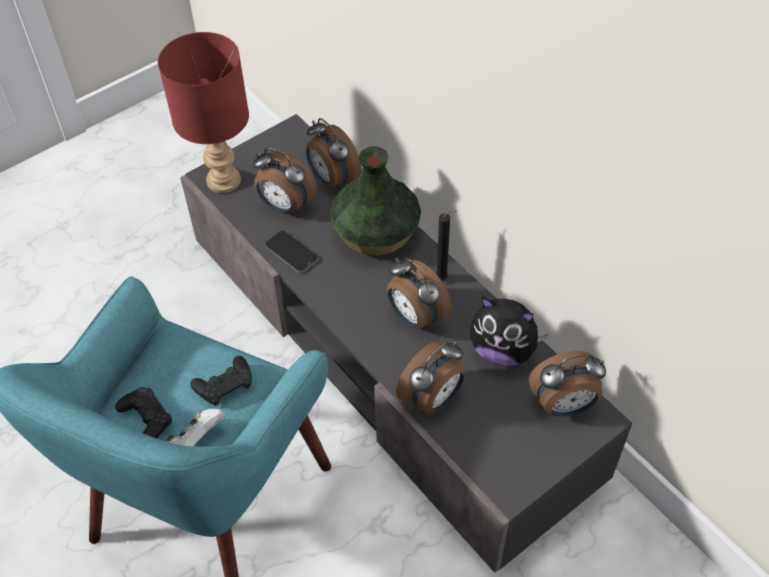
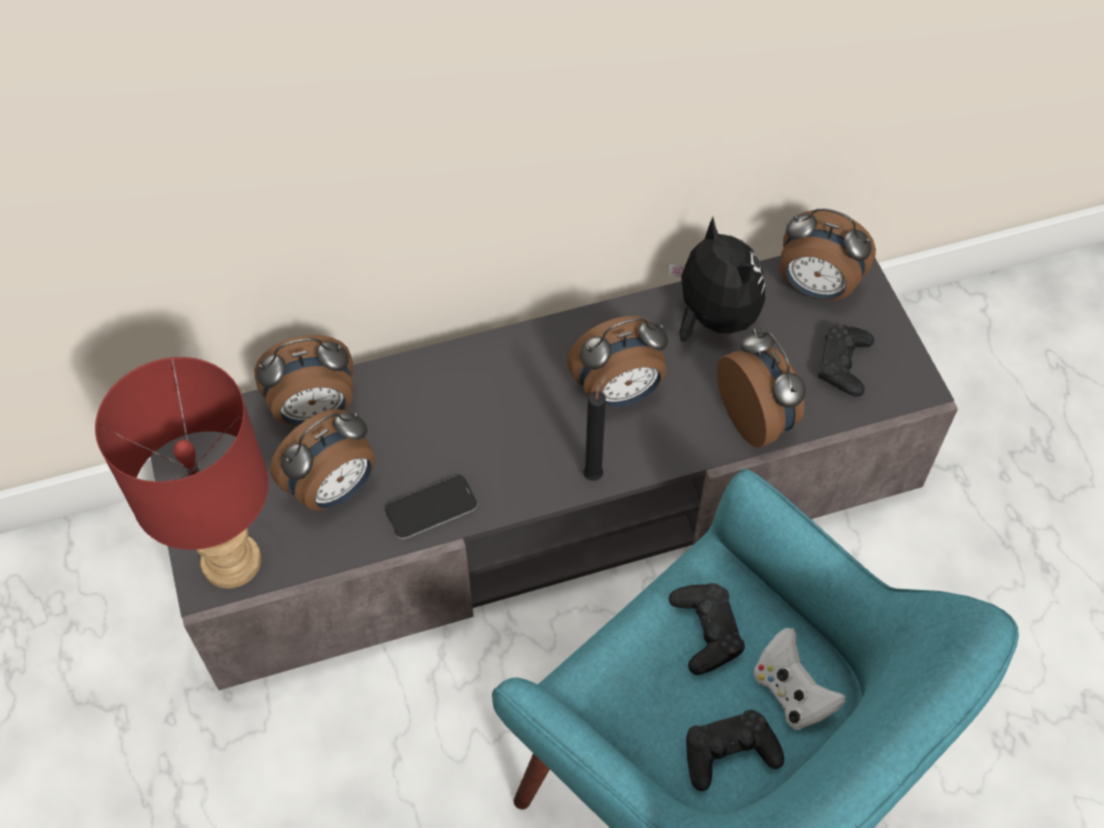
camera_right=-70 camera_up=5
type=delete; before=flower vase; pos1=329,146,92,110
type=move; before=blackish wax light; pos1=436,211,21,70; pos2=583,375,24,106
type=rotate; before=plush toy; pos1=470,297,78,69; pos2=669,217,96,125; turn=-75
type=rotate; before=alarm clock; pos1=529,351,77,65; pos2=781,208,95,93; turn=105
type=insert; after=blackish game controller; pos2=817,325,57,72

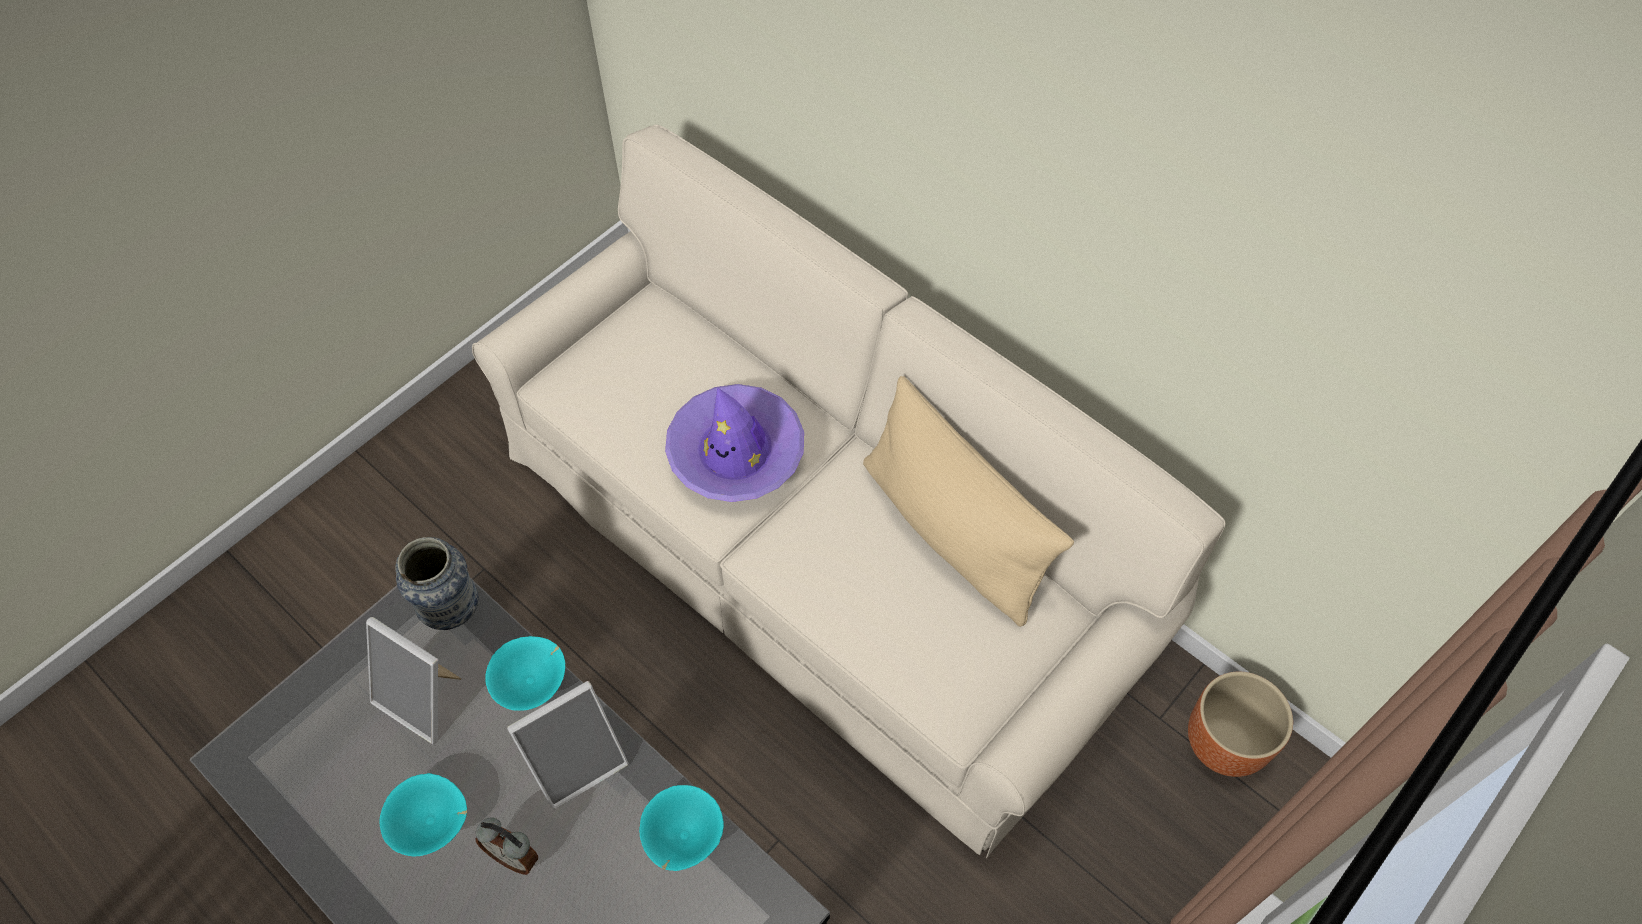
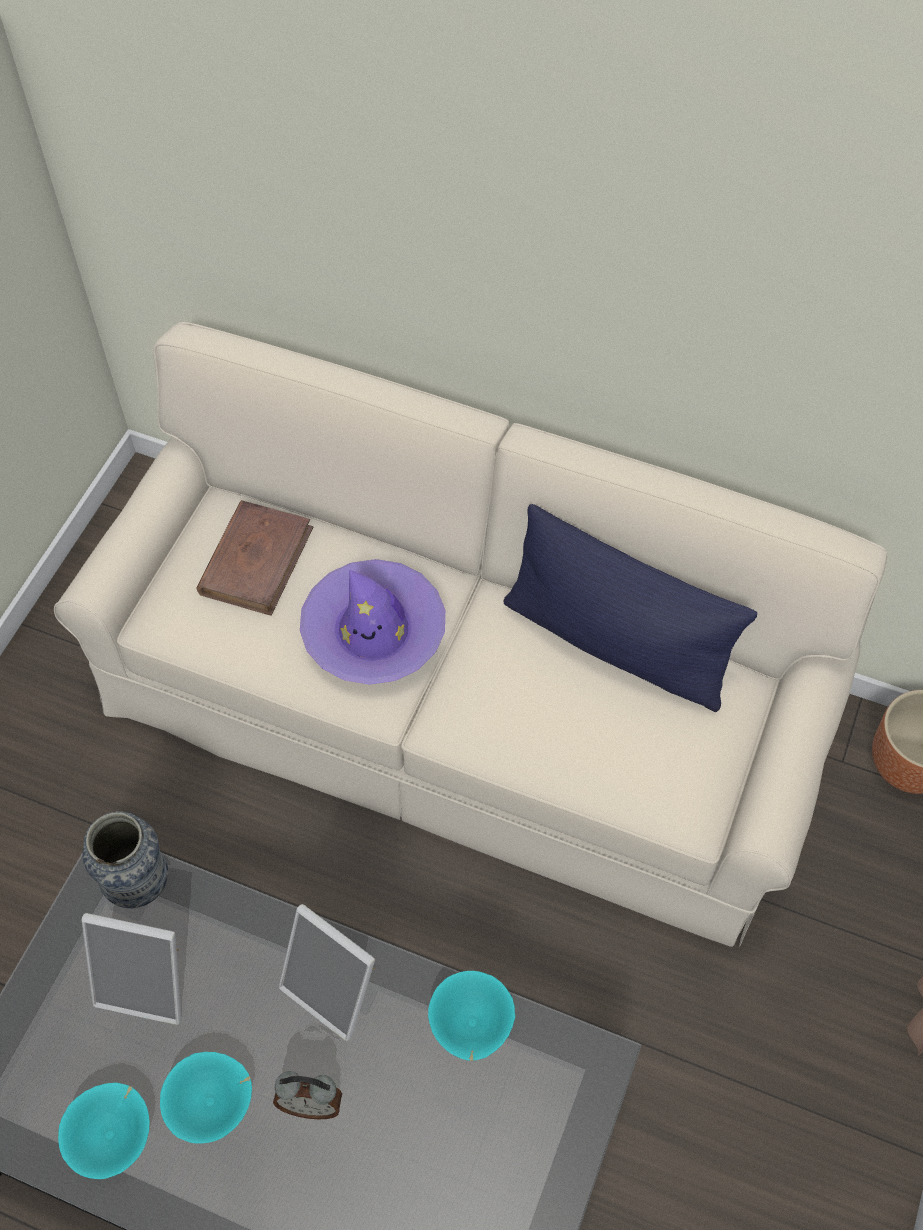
camera_right=-20 camera_up=0
type=move; before=turquoise-coloured deep dish; pos1=485,636,80,75; pos2=58,1083,92,96
type=rotate; before=photo frame; pos1=507,681,122,129; pos2=279,904,96,137; turn=90
type=recolor; before=beige pillow; after=bluish pillow; pos1=863,376,211,251; pos2=504,504,253,208
type=insert; after=brown-coloured bound book; pos2=196,500,117,116

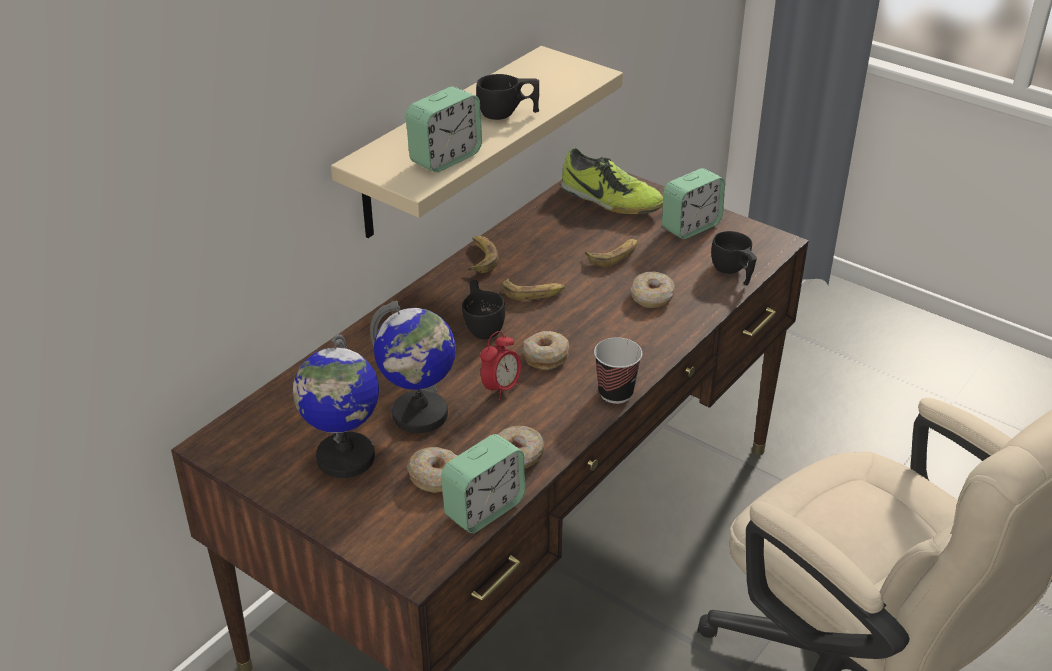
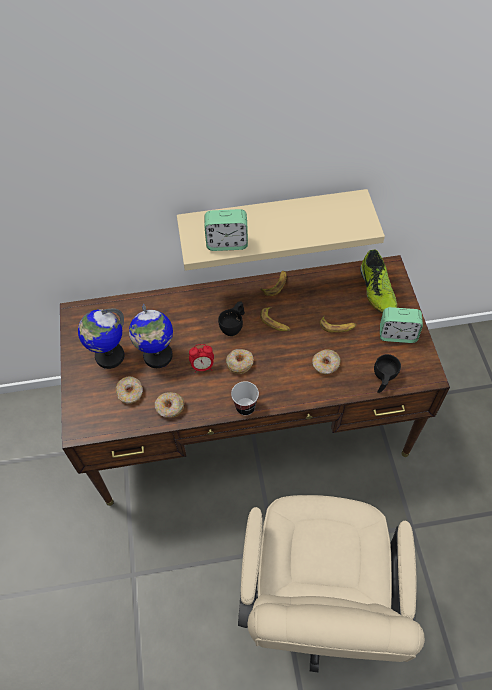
camera_right=45 camera_up=20
type=delete; before=alarm clock; pos1=441,434,84,99
type=delete; before=blackish cup; pos1=476,74,63,46

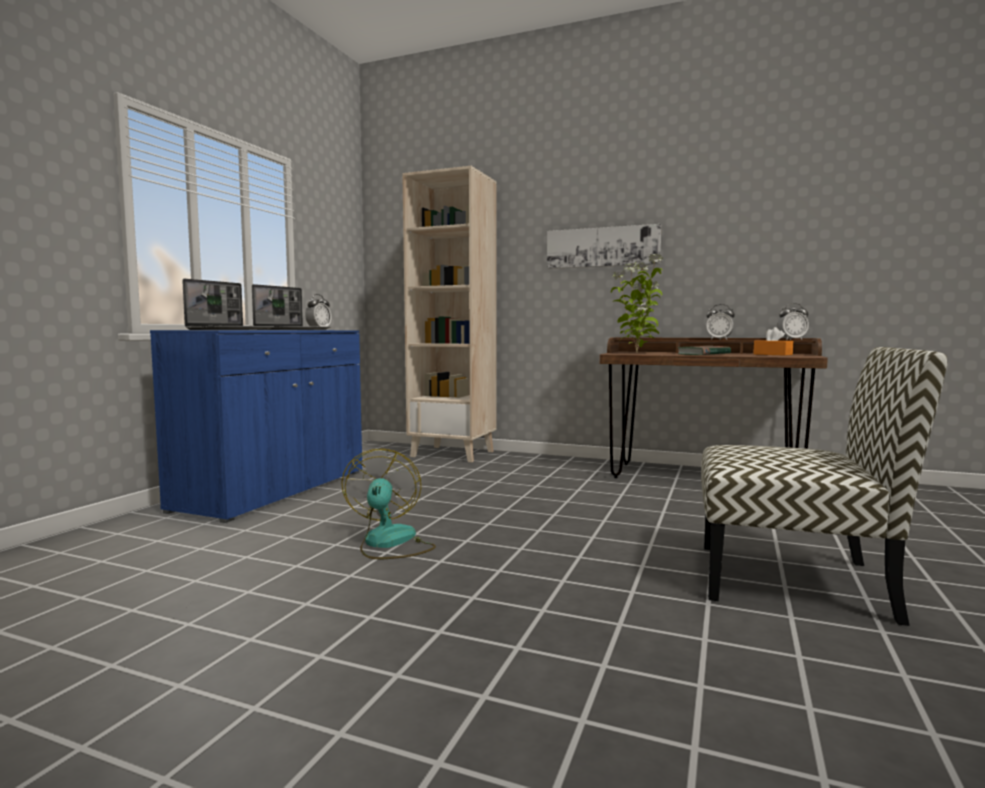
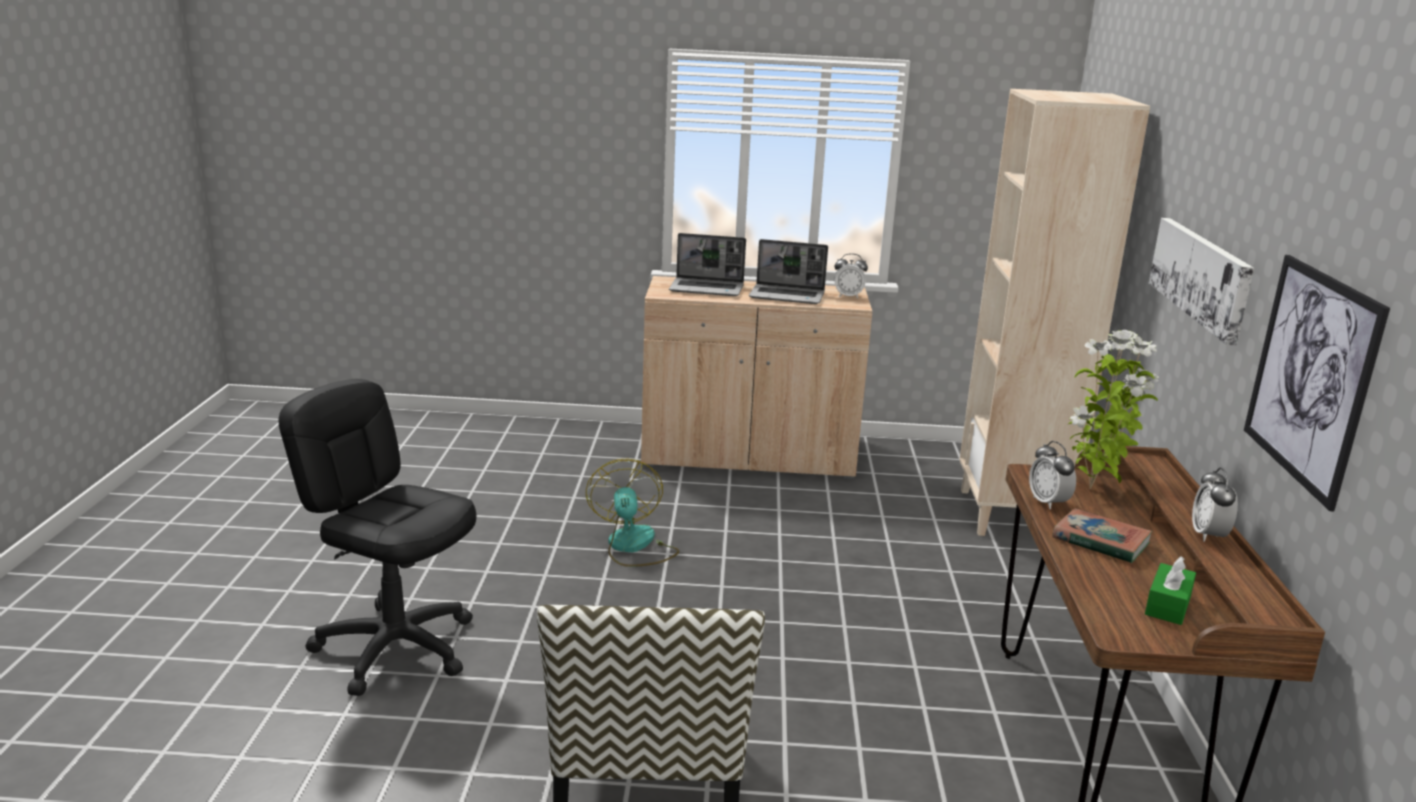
camera_right=70 camera_up=15
type=recolor; before=bluish cupboard; after=beige cupboard; pos1=150,330,212,193; pos2=641,276,231,203
type=rotate; before=electric fan; pos1=341,449,95,110; pos2=586,459,93,108; turn=-75
type=recolor; before=orange-coloured box of tissues; after=greenish box of tissues; pos1=753,327,40,29; pos2=1145,556,51,69
type=move; before=alarm clock; pos1=777,303,32,37; pos2=1029,441,47,69
type=insert; after=blackish office chair; pos2=278,379,198,317
type=insert; after=wall picture; pos2=1244,255,146,256

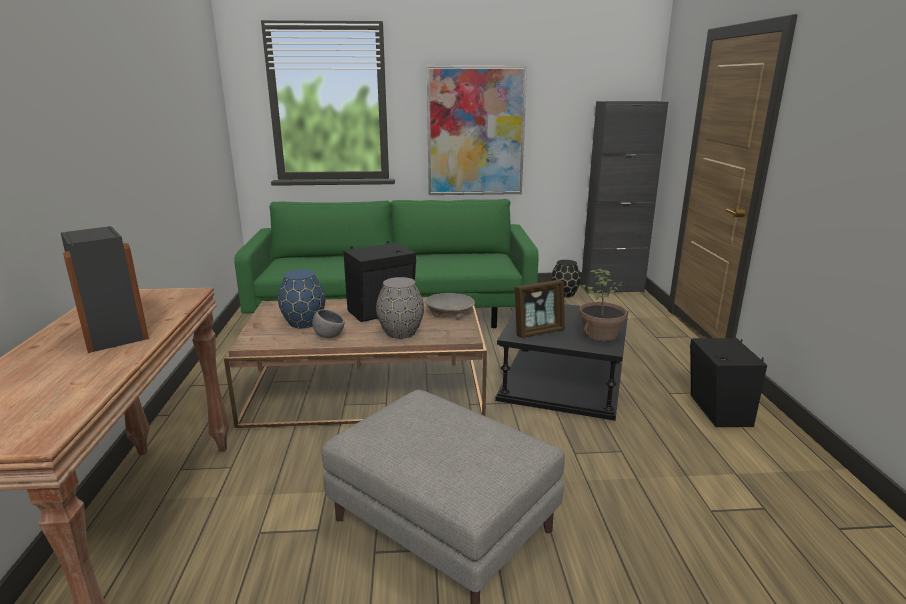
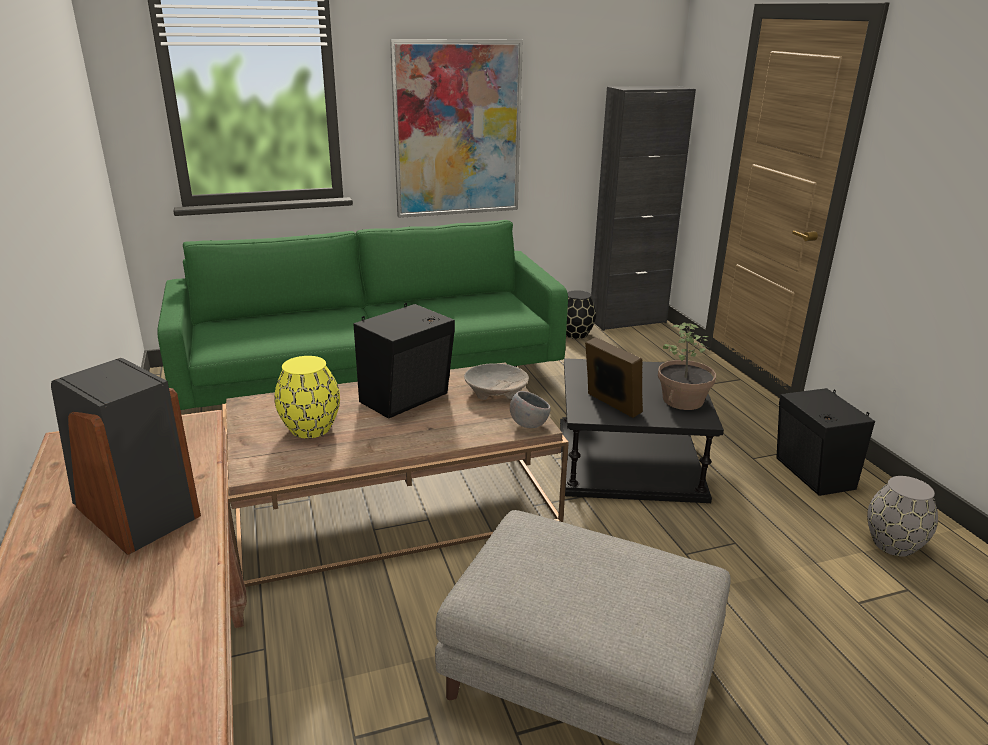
camera_right=-15 camera_up=5
type=recolor; before=bluish flower vase; after=yellowish flower vase; pos1=278,269,47,59; pos2=274,356,66,82
type=move; before=greyish deep dish; pos1=312,309,33,29; pos2=510,391,40,37
type=move; before=greyish flower vase; pos1=376,277,48,62; pos2=867,476,71,81
type=rotate; before=photo frame; pos1=515,280,50,58; pos2=585,337,58,81; turn=-90

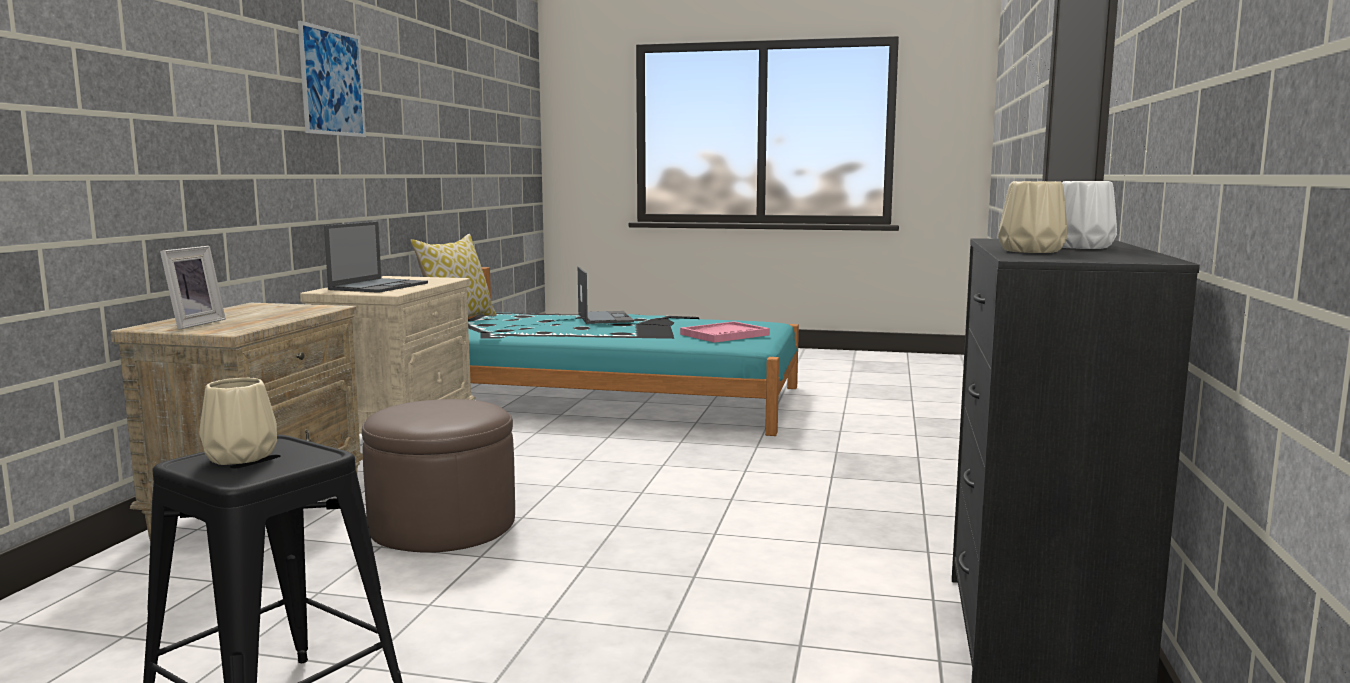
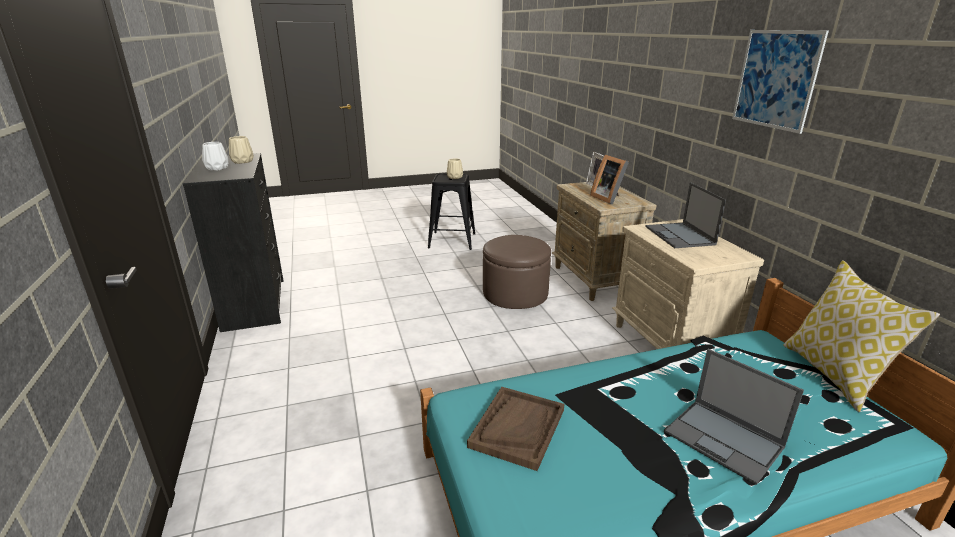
camera_right=150 camera_up=15
type=recolor; before=pink-coloured tray; after=brown-coloured tray; pos1=680,321,90,22; pos2=467,387,97,84
type=insert; after=photo frame; pos2=590,154,39,50

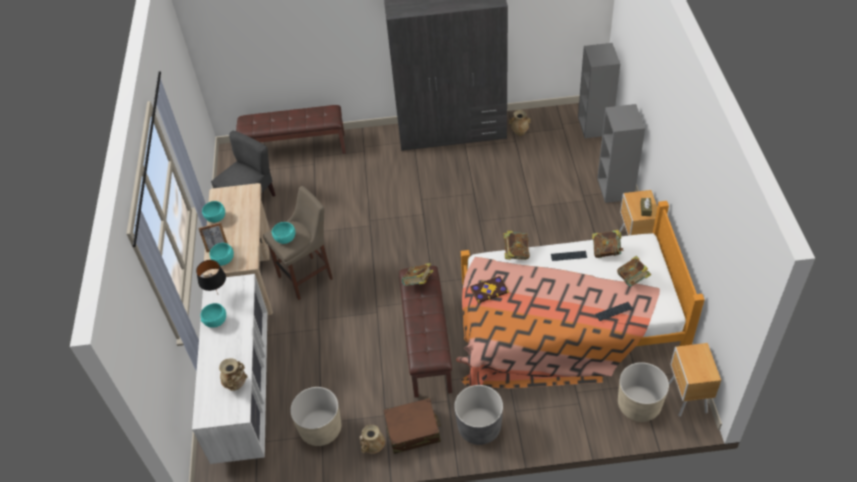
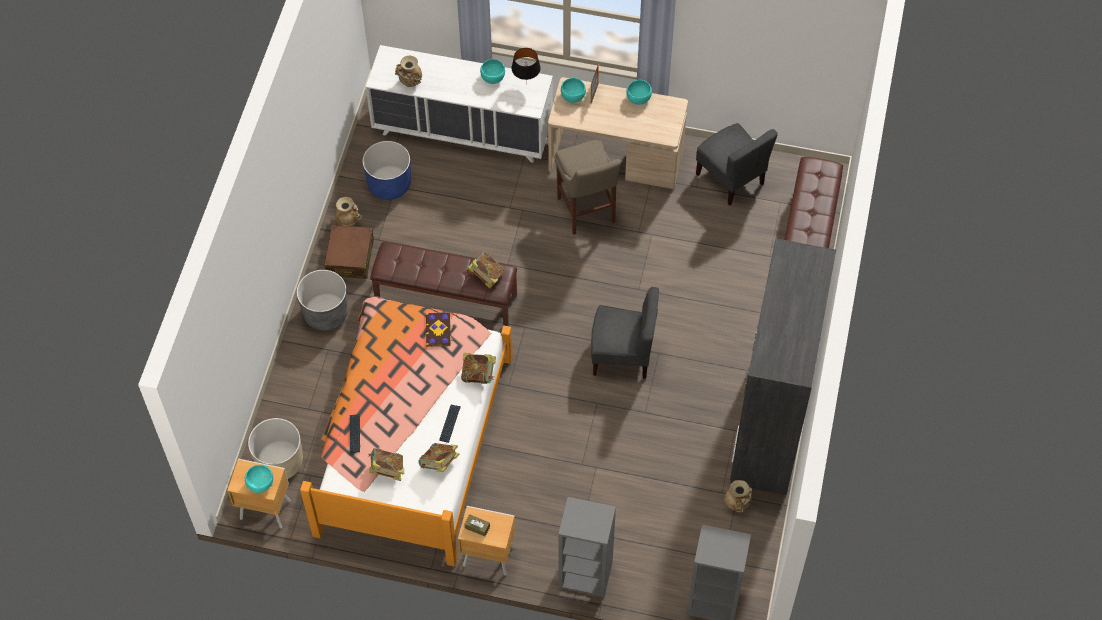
camera_right=105 camera_up=10
type=move; before=turquoise-coloured deep dish; pos1=271,222,24,22; pos2=245,465,28,28
type=recolor; before=beige planter; after=bluish planter; pos1=290,387,51,59; pos2=362,141,49,59
type=insert; after=greyish chair; pos2=591,287,68,91

